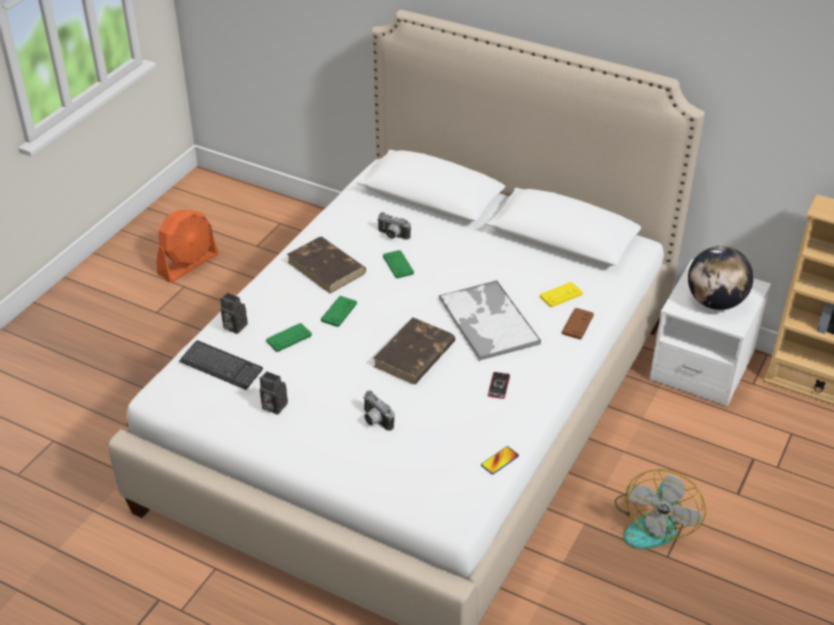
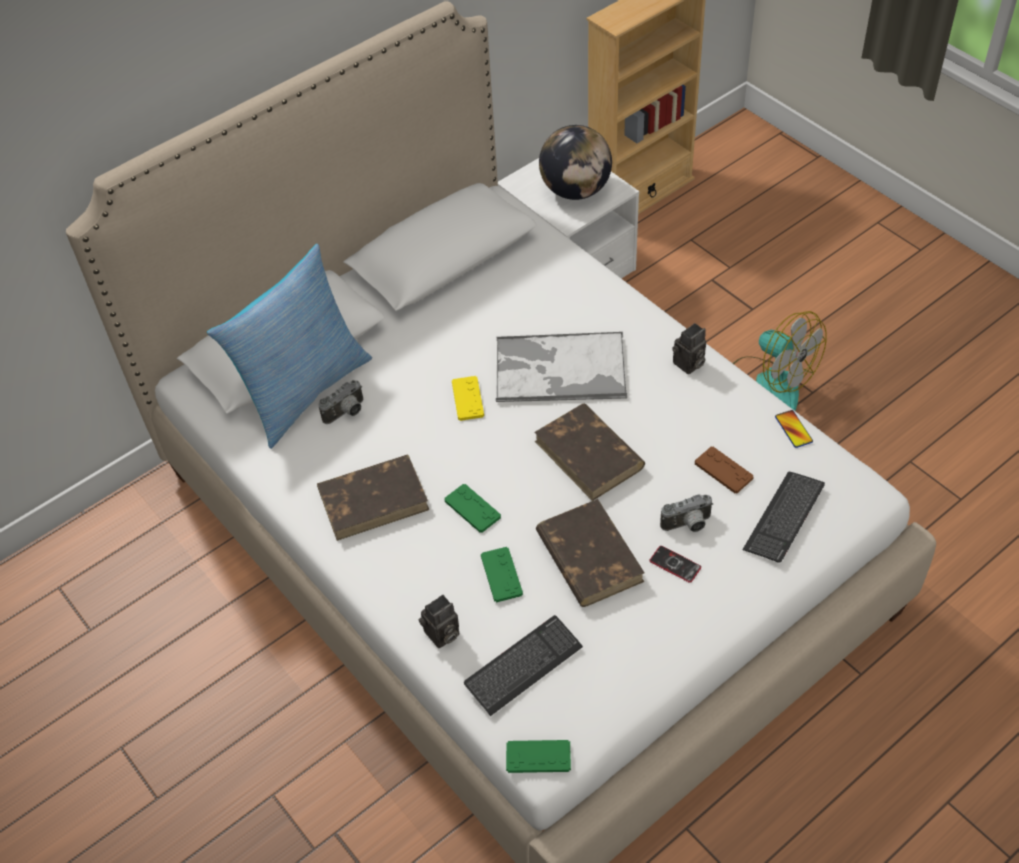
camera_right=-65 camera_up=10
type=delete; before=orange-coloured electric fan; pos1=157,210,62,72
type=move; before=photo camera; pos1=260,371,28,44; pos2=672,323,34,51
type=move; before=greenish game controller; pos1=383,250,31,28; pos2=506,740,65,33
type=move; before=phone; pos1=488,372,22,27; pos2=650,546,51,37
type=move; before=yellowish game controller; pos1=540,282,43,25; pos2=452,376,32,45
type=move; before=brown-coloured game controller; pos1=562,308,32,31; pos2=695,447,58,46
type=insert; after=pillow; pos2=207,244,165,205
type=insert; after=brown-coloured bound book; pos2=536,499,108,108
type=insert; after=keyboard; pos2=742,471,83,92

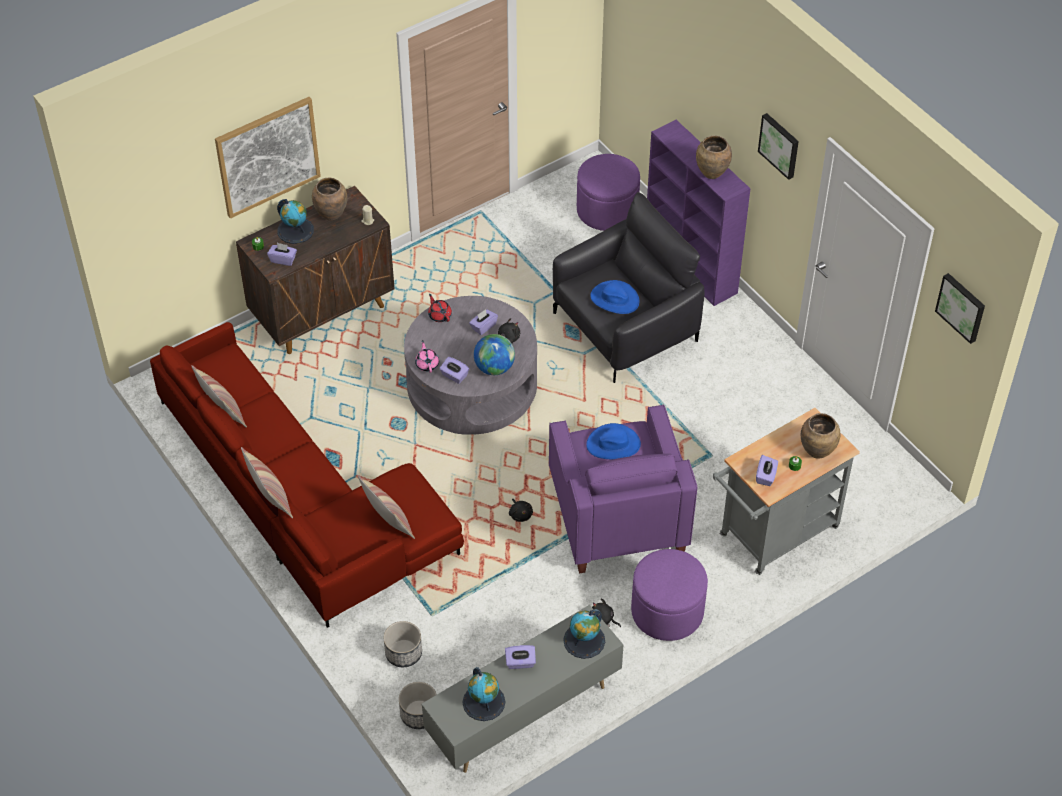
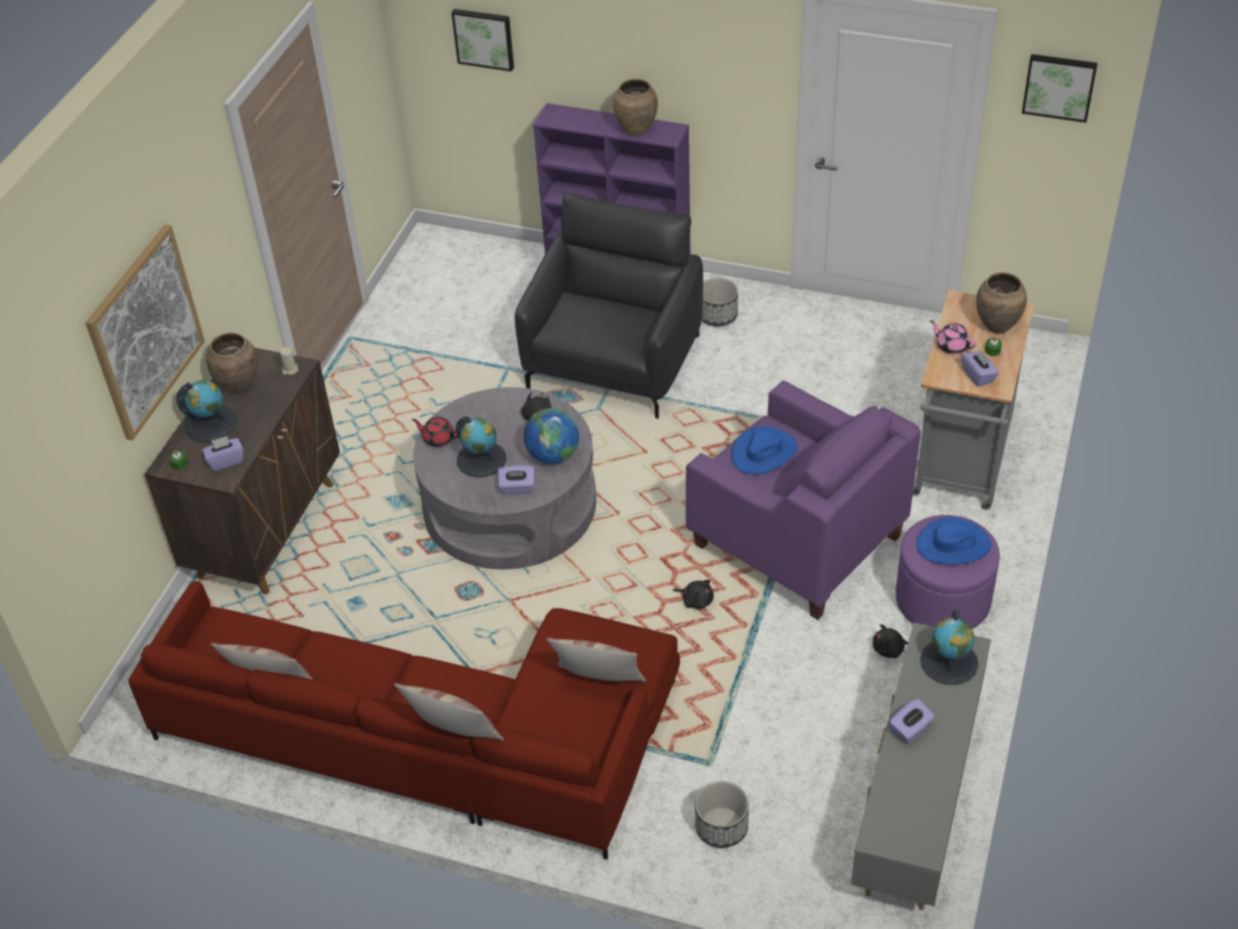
camera_right=-35 camera_up=-5
type=move; before=planter; pos1=399,682,38,47; pos2=702,278,36,48
type=move; before=pink-coloured pot for tea; pos1=415,340,24,33; pos2=930,320,46,34
type=move; before=globe; pos1=462,667,43,54; pos2=456,416,50,61
type=delete; before=purple-coloured box of tissues; pos1=469,309,29,26
type=delete; before=purple-coloured ottoman; pos1=577,154,63,77
type=move; before=bluish clothing hat; pos1=590,280,49,34; pos2=916,517,75,47
type=move; before=wall picture; pos1=758,113,41,67; pos2=451,9,63,63

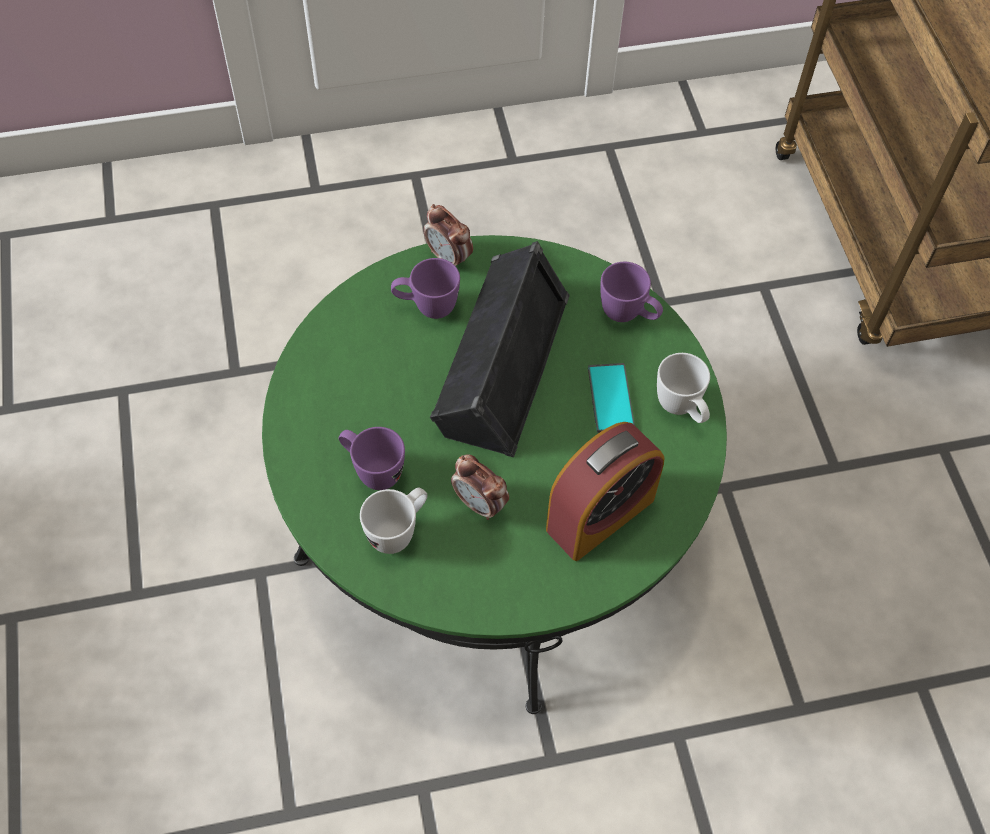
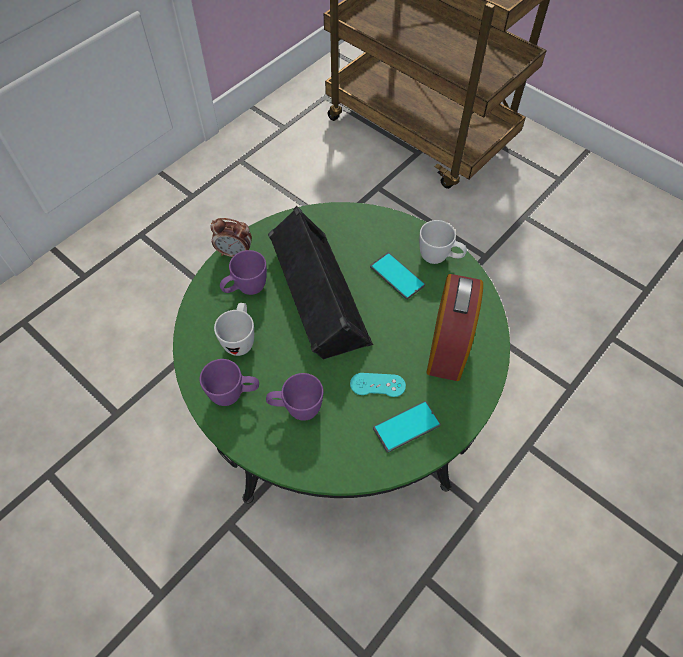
camera_right=-35 camera_up=0
type=move; before=white-coloured mug; pos1=360,488,68,66; pos2=214,303,40,53
type=replace; before=alarm clock; after=turquoise-coloured game controller; pos1=451,454,58,66; pos2=350,373,56,24
type=move; before=purple-coloured mug; pos1=600,262,63,60; pos2=200,359,59,47
type=insert; after=phone; pos2=373,401,68,52

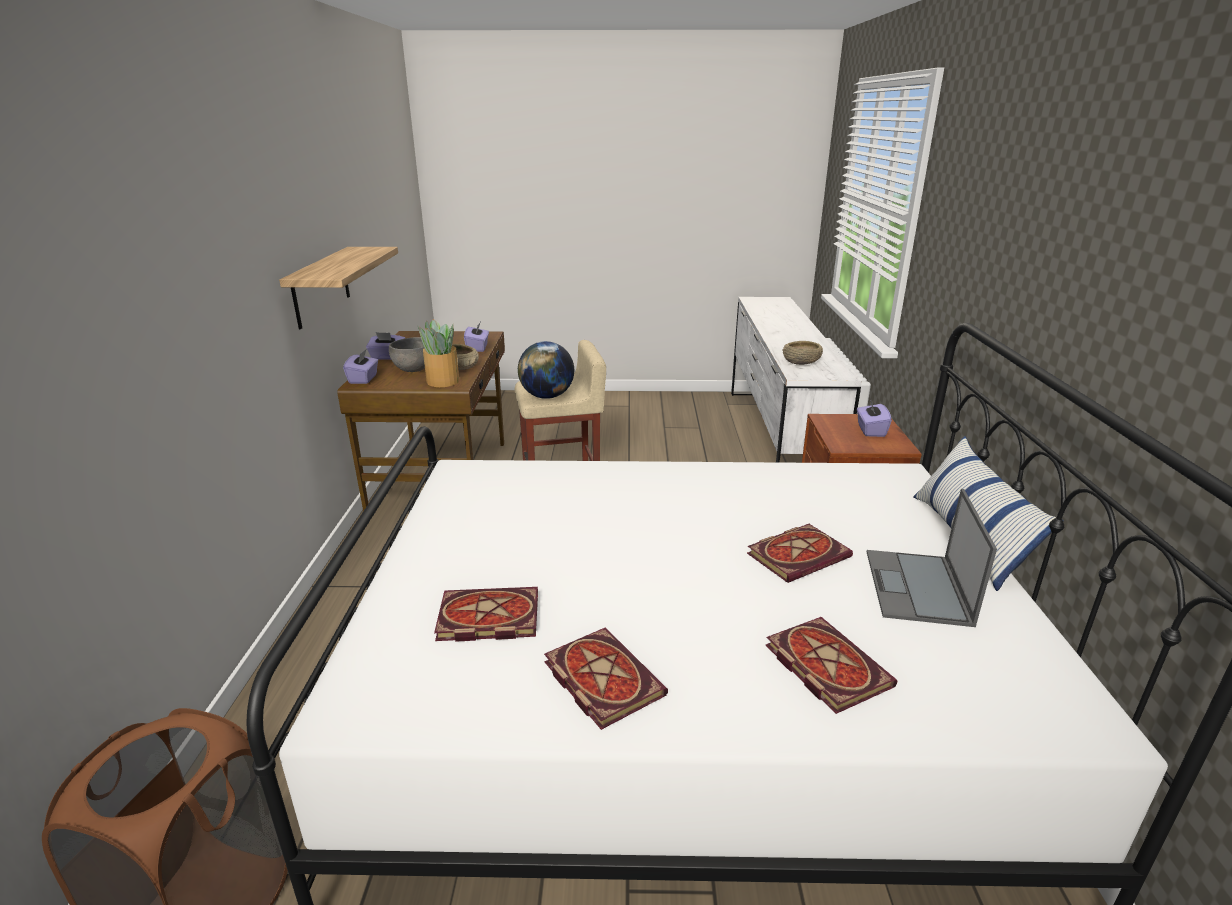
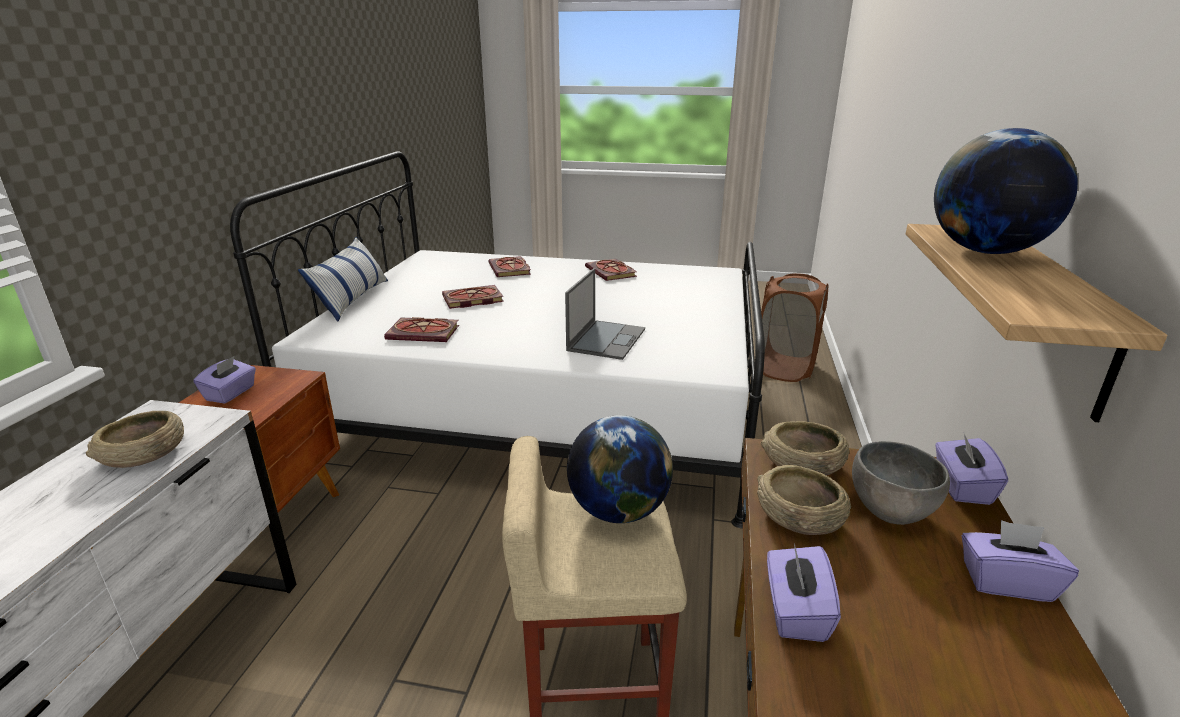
camera_right=-170 camera_up=0
type=replace; before=houseplant; after=beige deep dish; pos1=418,319,41,68; pos2=761,421,89,55
type=move; before=bound book; pos1=434,587,104,55; pos2=384,317,75,25
type=move; before=portable computer; pos1=867,489,130,138; pos2=565,268,80,92
type=insert; after=globe; pos2=934,128,144,126

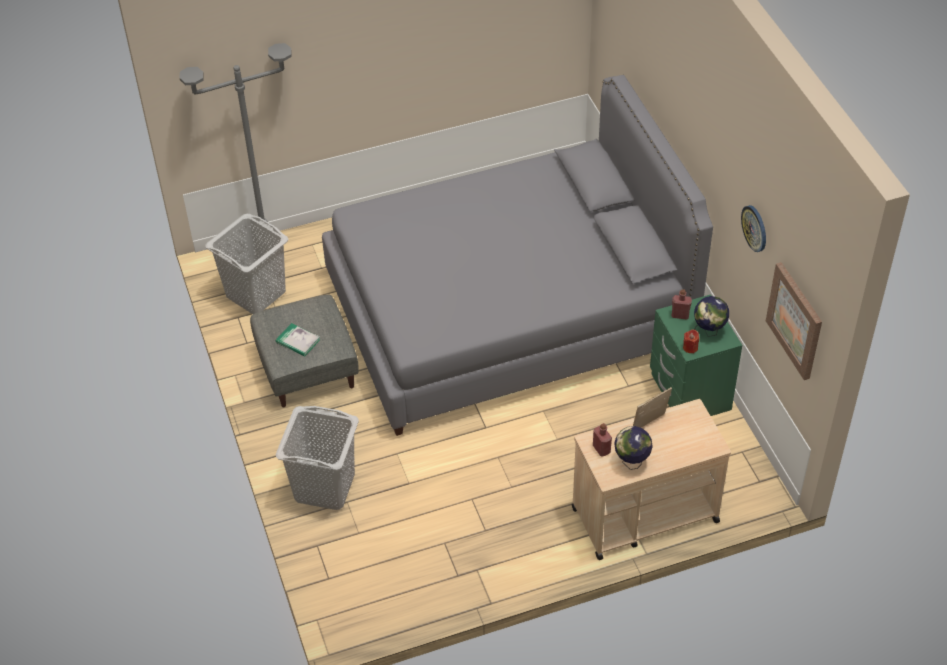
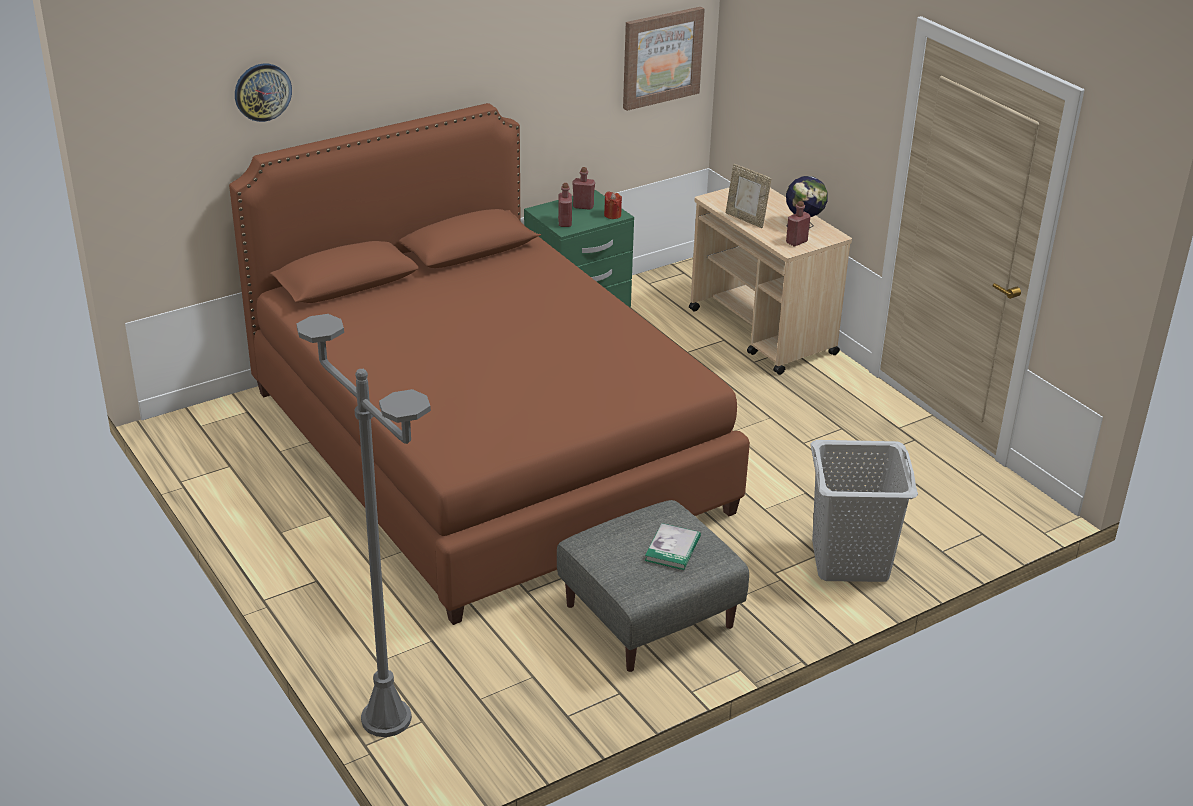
camera_right=-105 camera_up=-15
type=delete; before=greyish washing basket; pos1=205,214,83,100
type=recolor; before=greyish bedroom bed; after=brown-coloured bedroom bed; pos1=322,75,391,361; pos2=229,103,521,522
type=replace; before=globe; after=red-coloured drink bottle; pos1=694,296,35,41; pos2=572,167,23,43
type=move; before=hanging clock; pos1=741,205,25,47; pos2=235,64,57,58

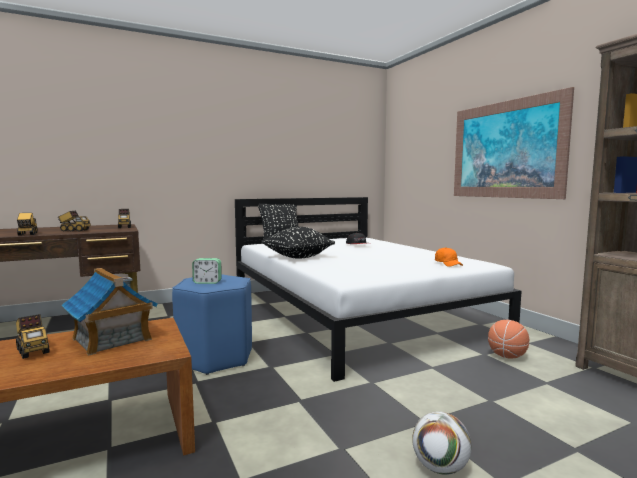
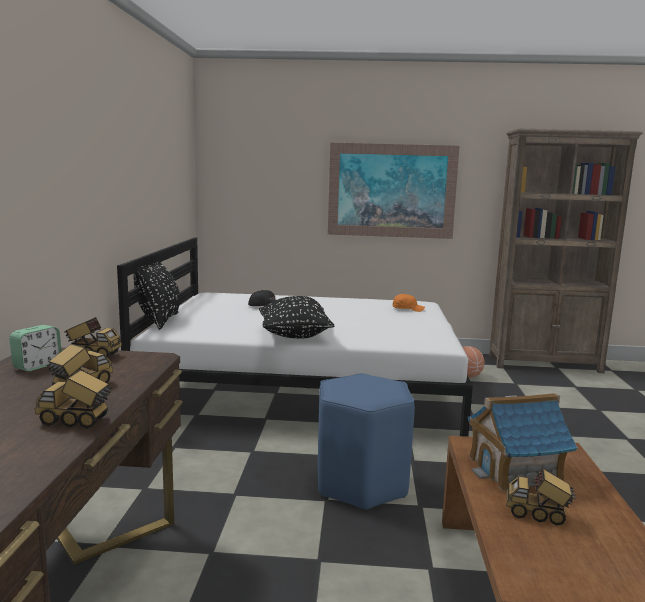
camera_right=-60 camera_up=5
type=rotate; before=toy lorry; pos1=16,314,33,45; pos2=506,469,70,56; turn=-150
type=move; before=alarm clock; pos1=192,258,30,26; pos2=9,325,53,46
type=delete; before=football; pos1=412,412,60,63

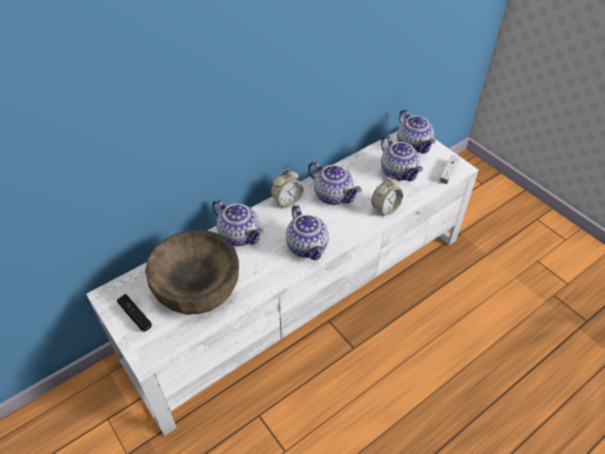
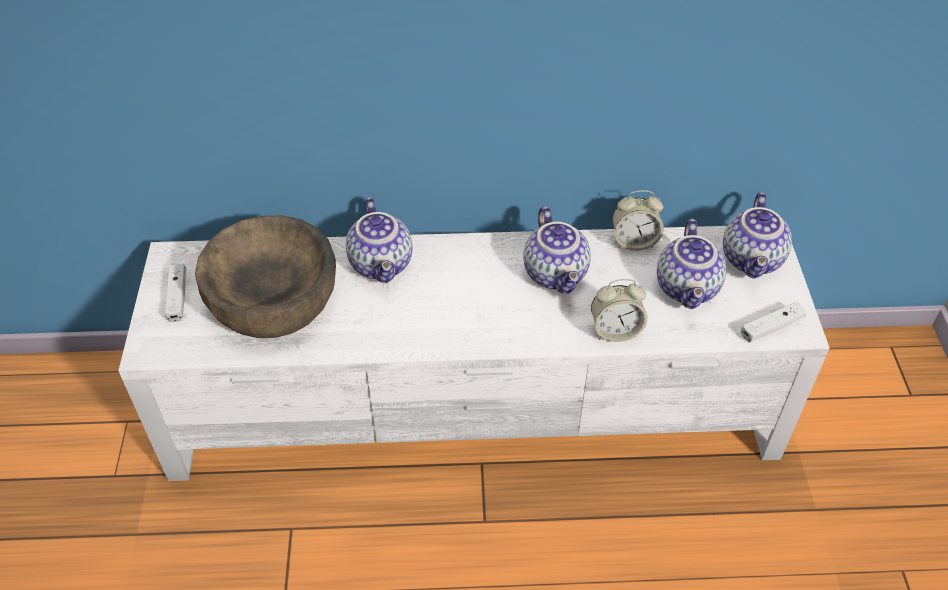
camera_right=35 camera_up=0
type=recolor; before=blackish game controller; after=white-coloured game controller; pos1=117,294,35,38; pos2=165,264,21,58
type=move; before=alarm clock; pos1=271,169,32,39; pos2=613,190,51,61
type=delete; before=pot for tea; pos1=286,205,43,55

